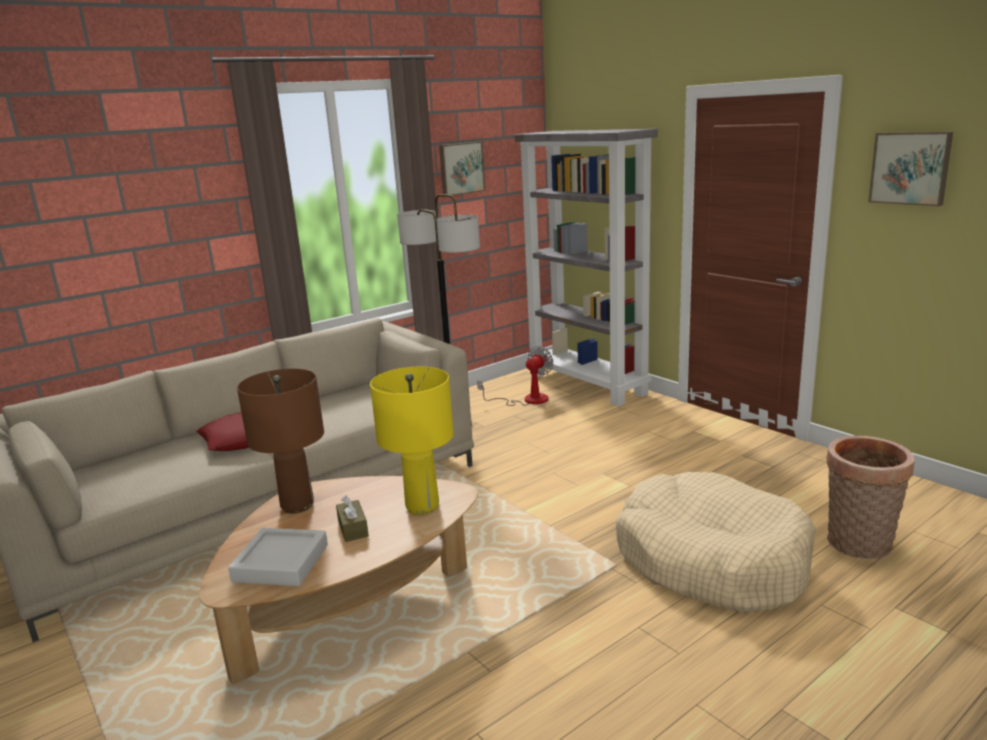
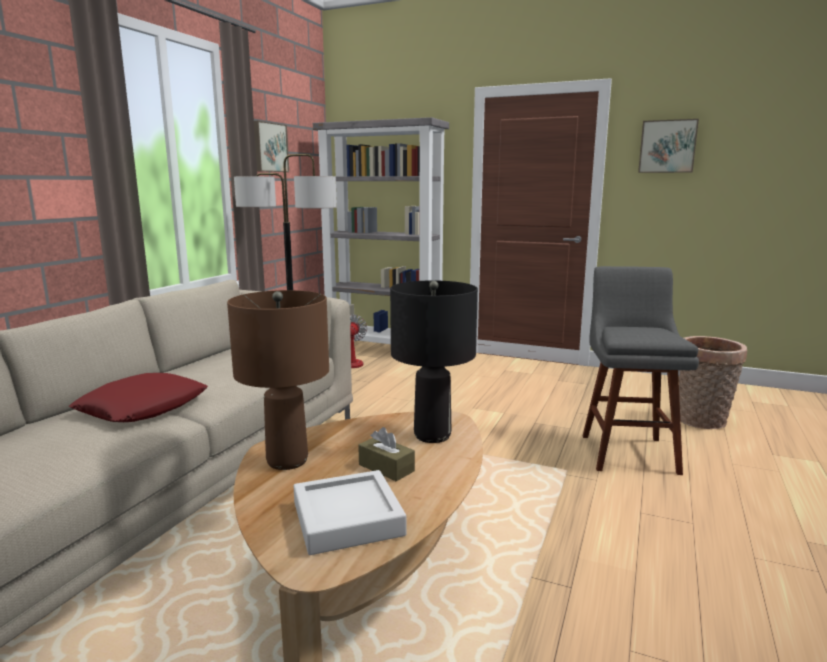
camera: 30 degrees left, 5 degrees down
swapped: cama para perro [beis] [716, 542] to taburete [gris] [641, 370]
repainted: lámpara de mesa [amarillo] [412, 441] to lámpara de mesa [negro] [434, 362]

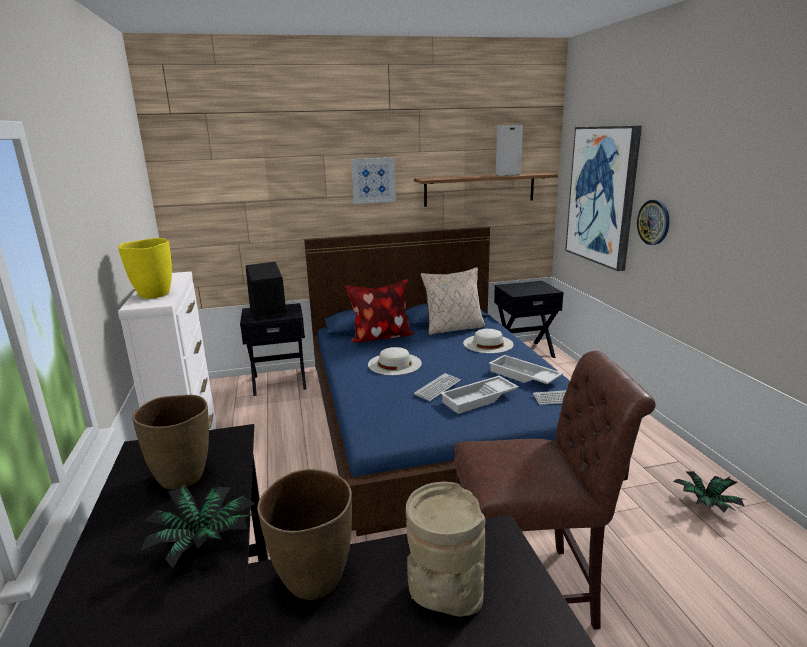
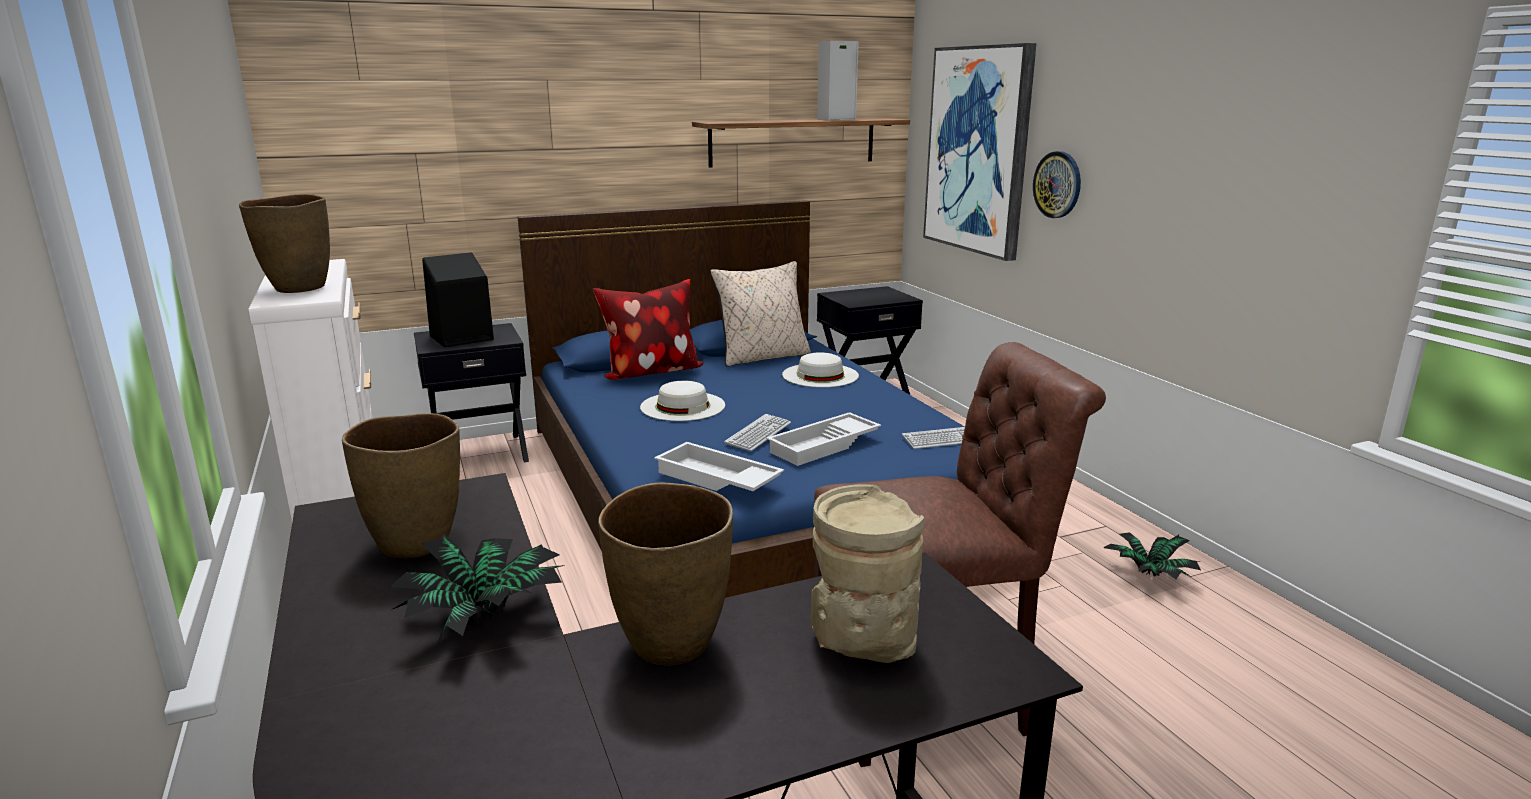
camera: 10 degrees left, 0 degrees up
gone: cuadro [373, 180]
shifted: bandeja [blanco] [526, 369] to [719, 466]
repainted: florero [amarillo] [145, 268] to florero [marrón] [284, 243]

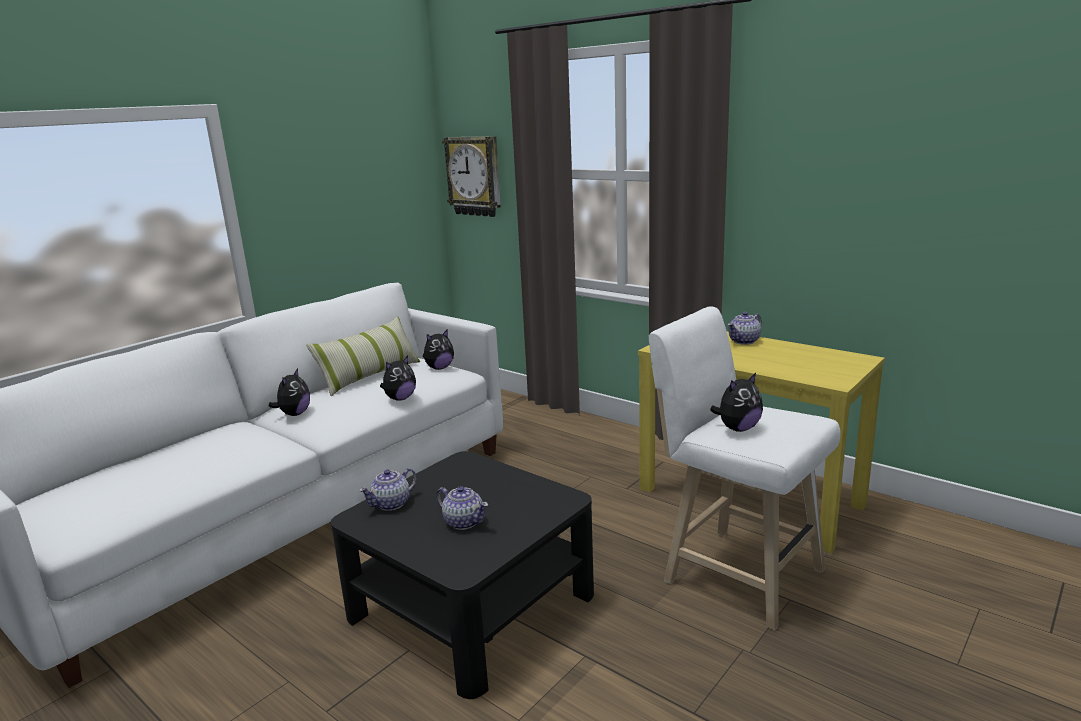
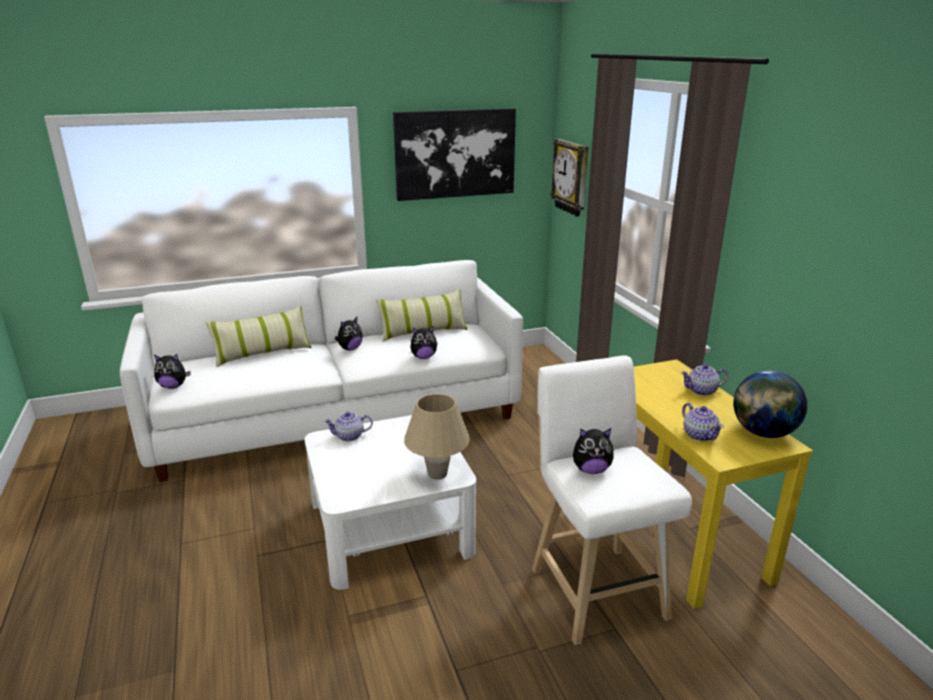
camera: 30 degrees right, 5 degrees up
new: cojín [258, 336]; cuadro [454, 154]; lámpara de mesa [beis] [437, 437]; globo terráqueo [770, 404]
shifted: peluche [438, 349] to [172, 371]; tetera [462, 508] to [703, 422]
repainted: mesa de centro [negro] [462, 575] to mesa de centro [blanco] [390, 502]

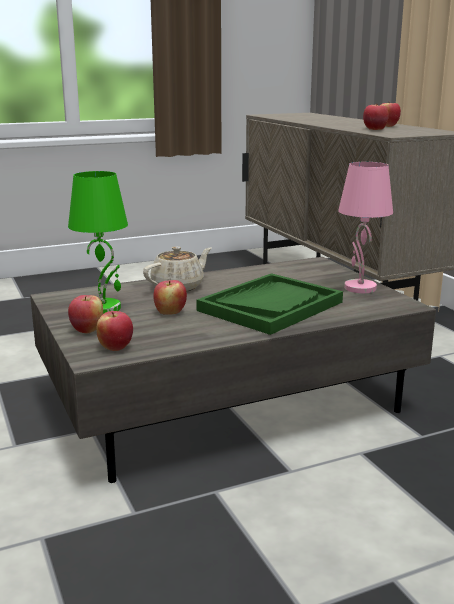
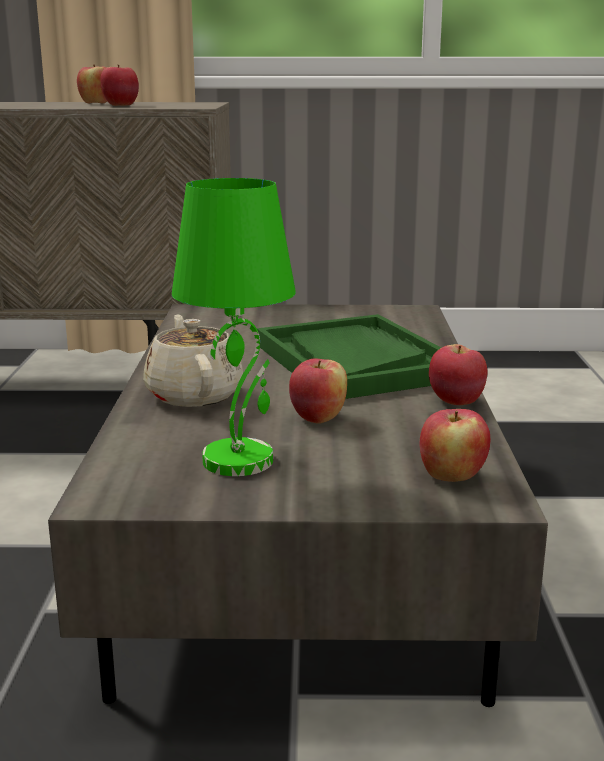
camera: 65 degrees left, 0 degrees up
gone: lámpara de mesa [rosa] [365, 227]
shifted: manzana [85, 314] to [458, 374]

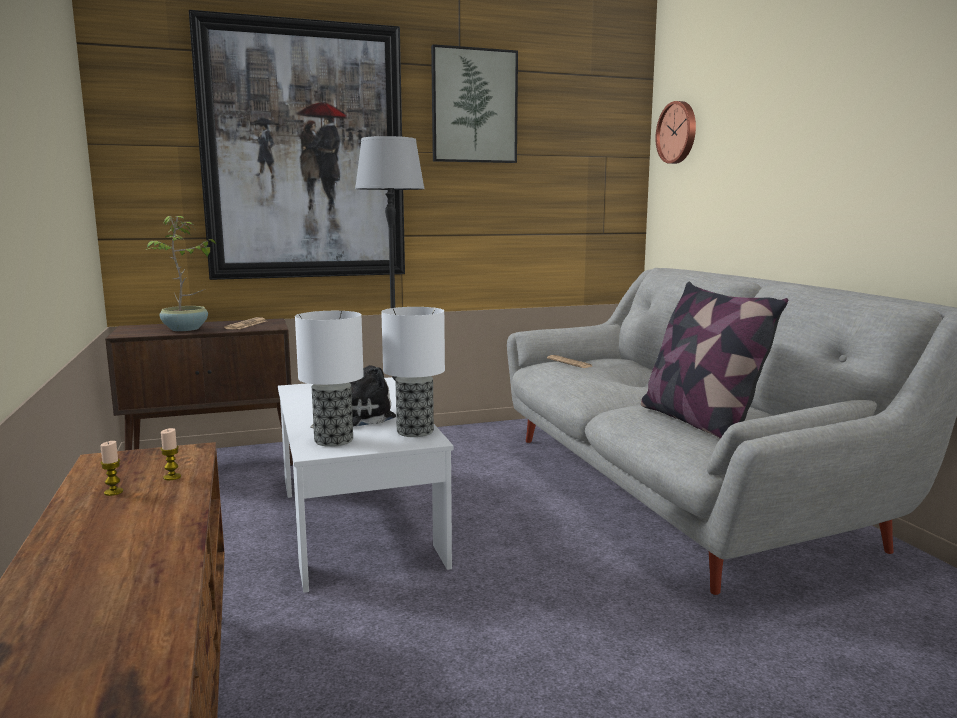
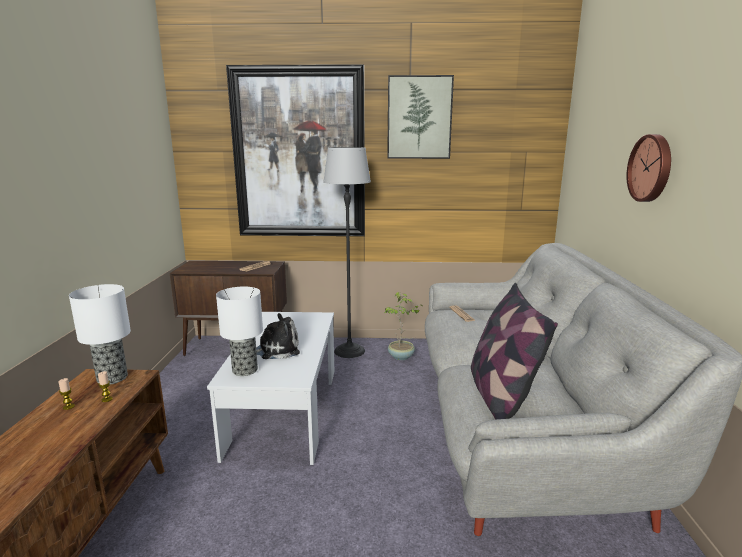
camera: 20 degrees right, 5 degrees up
shifted: lámpara de mesa [413, 372] to [100, 334]; planta en maceta [181, 273] to [403, 326]; reloj de pared [676, 132] to [648, 168]

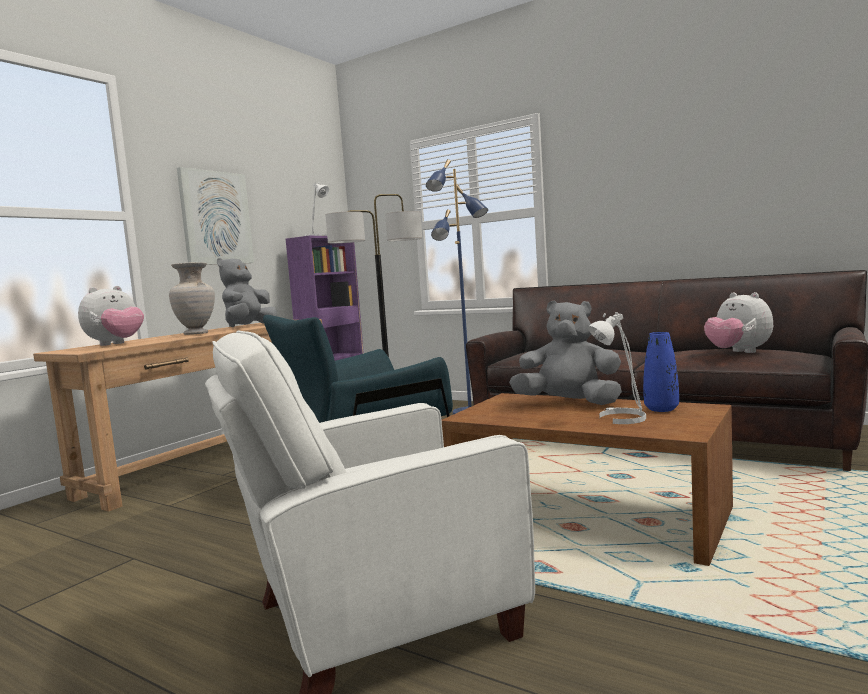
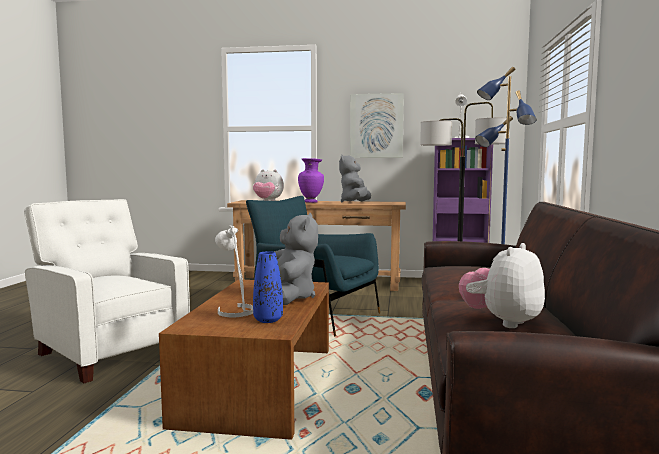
camera: 65 degrees right, 0 degrees up
repainted: florero [beis] [192, 298] to florero [morado] [311, 180]
rotated: peluche [gris] [247, 292] = [355, 178] 75 degrees counterclockwise

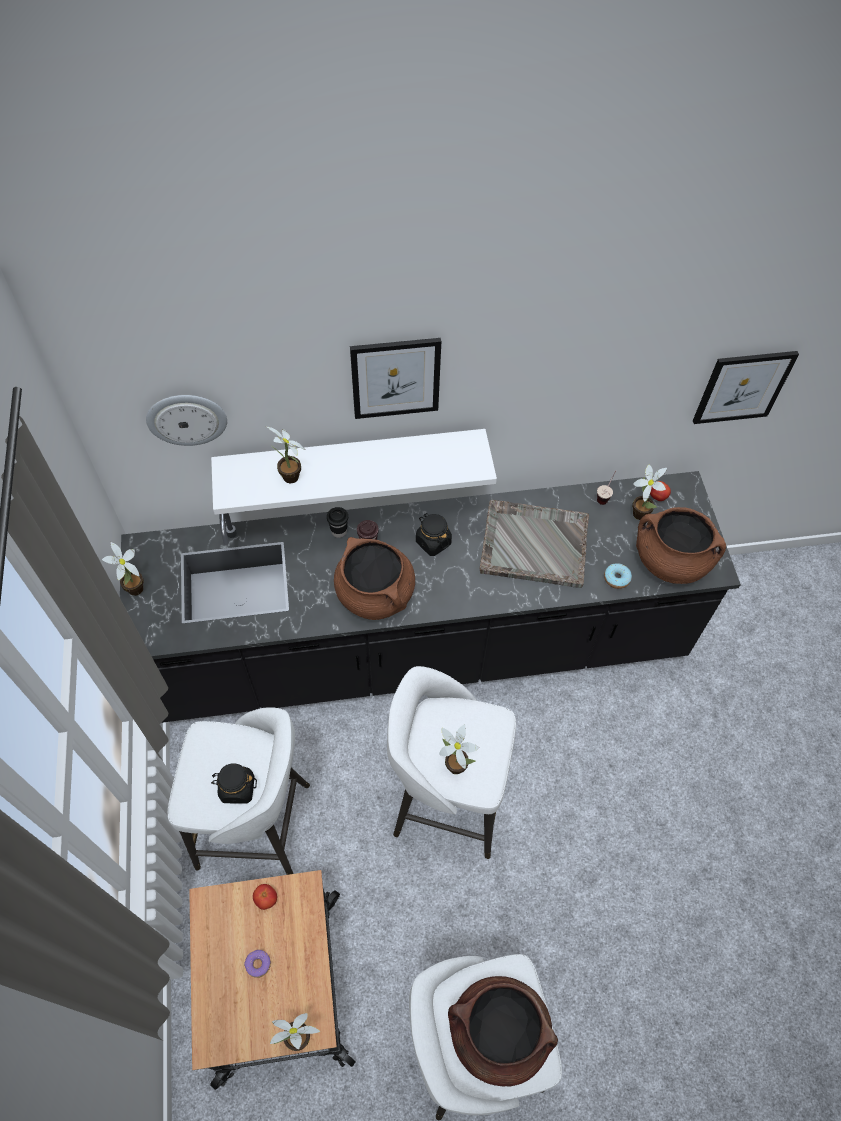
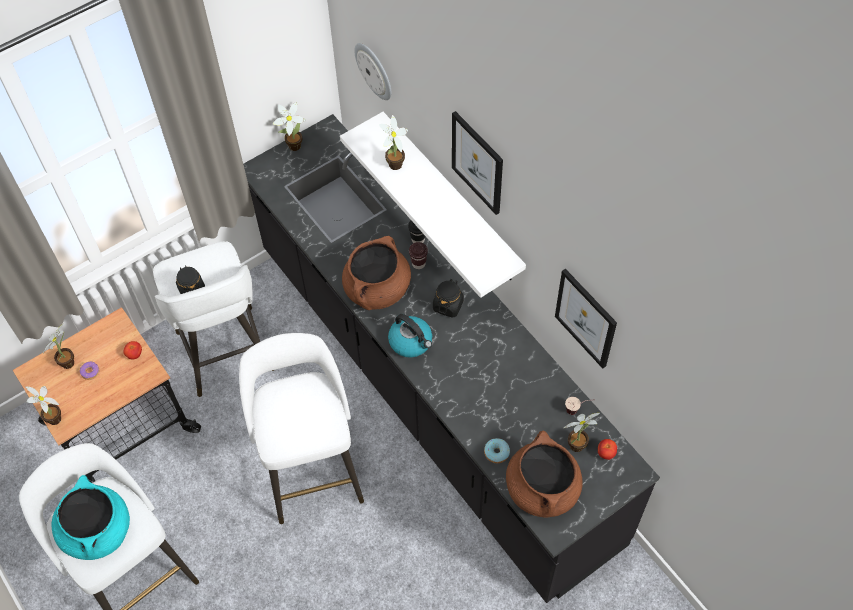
camera: 65 degrees right, 0 degrees up
gone: bandeja [gris] [534, 544]
new: hervidor [410, 336]
shifted: planta en maceta [459, 749] to [58, 346]; cuadro [746, 387] to [586, 319]
repainted: olla [marrón] [503, 1031] to olla [turquesa] [90, 517]

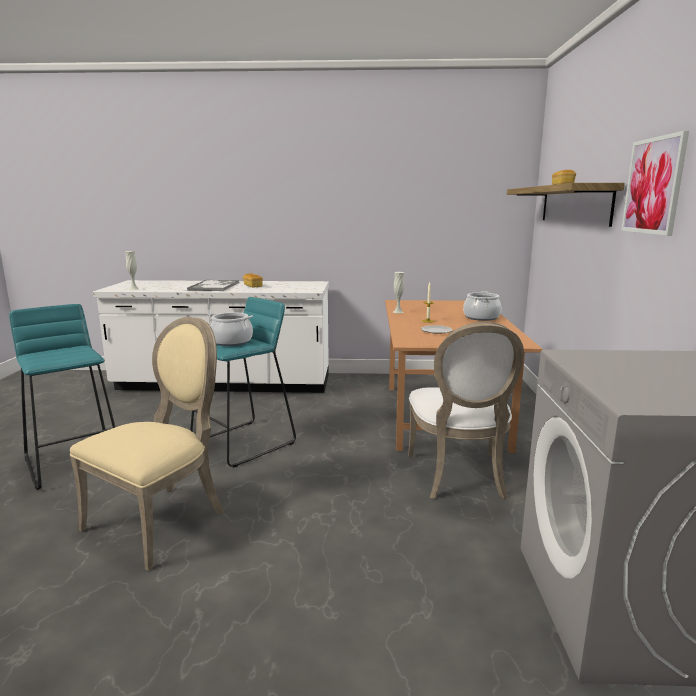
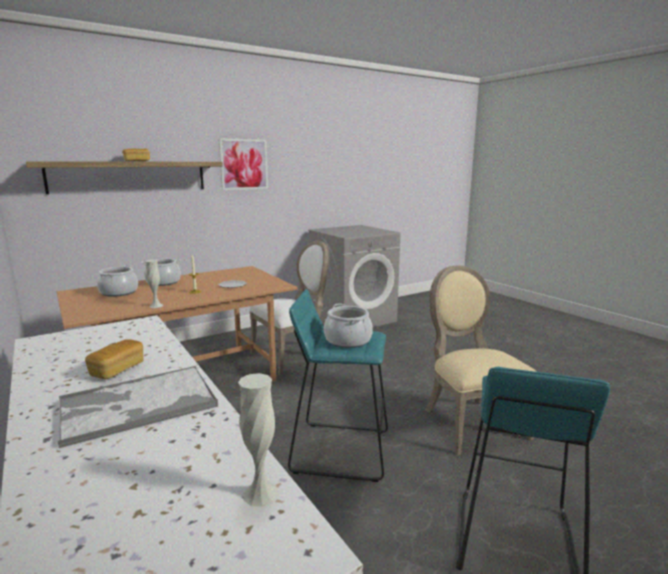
camera: 125 degrees left, 0 degrees up
new: olla [117, 281]
rotated: silla [beis] [147, 444] = [481, 360] 75 degrees clockwise

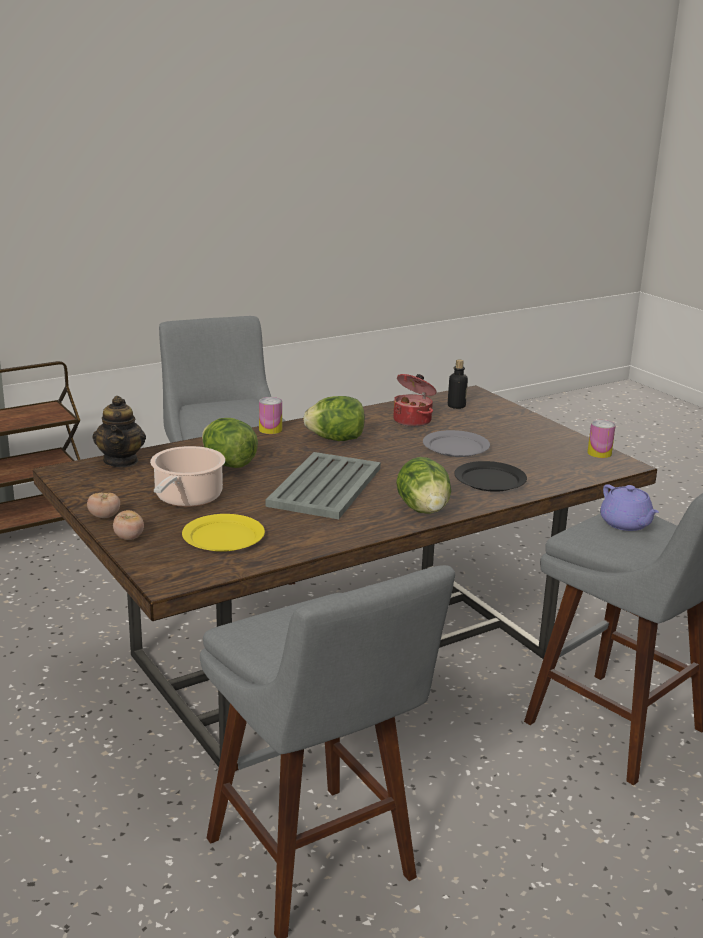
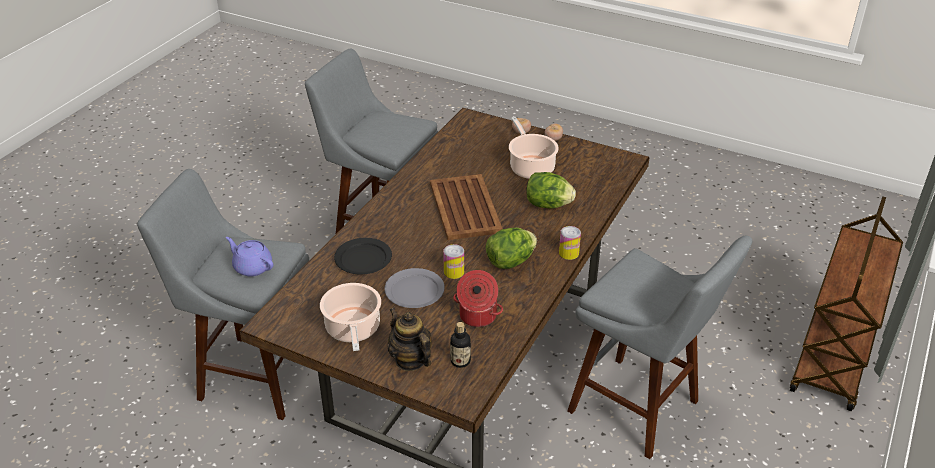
camera: 150 degrees right, 15 degrees up
gone: plato [amarillo] [223, 533]; lechuga [423, 485]
new: olla [350, 317]
shifted: tetera [119, 431] to [410, 339]; lata [602, 439] to [453, 261]
repainted: bandeja [gris] [323, 485] to bandeja [marrón] [466, 207]

